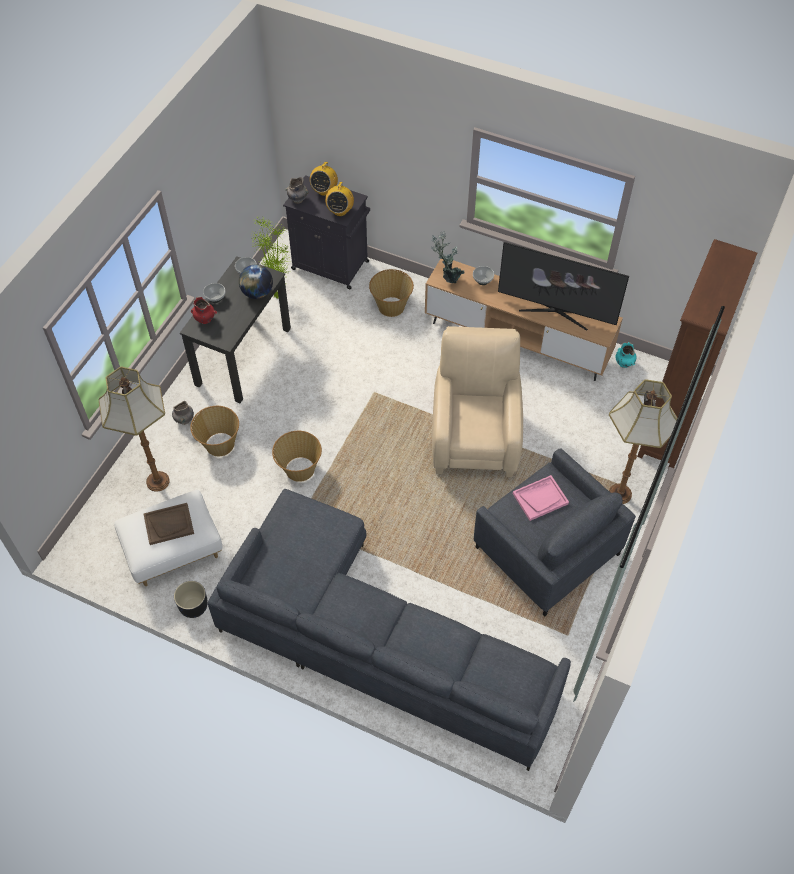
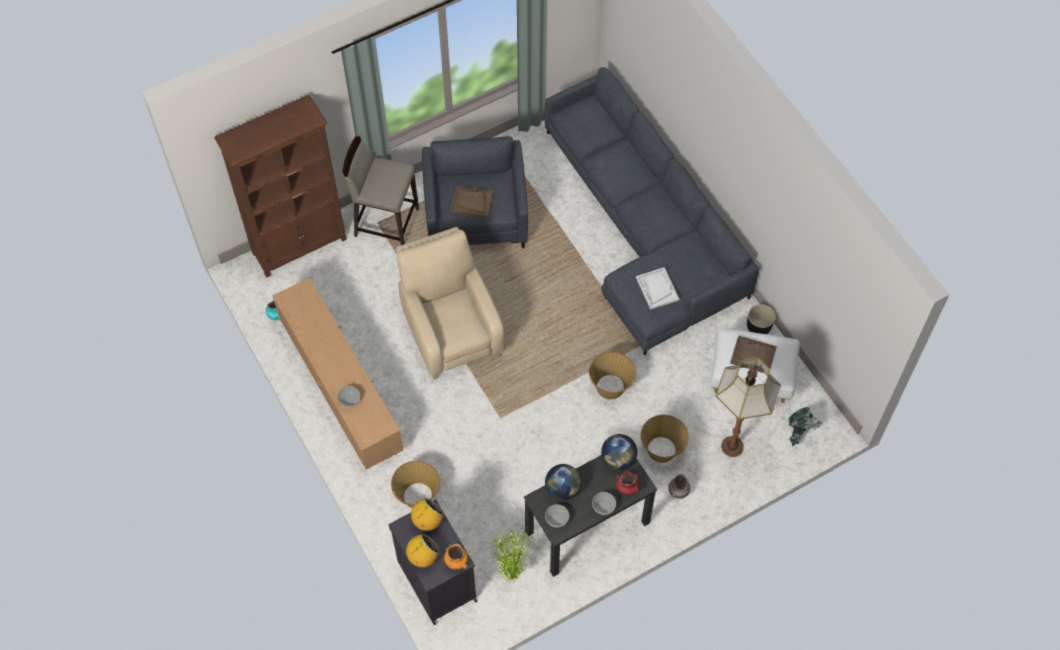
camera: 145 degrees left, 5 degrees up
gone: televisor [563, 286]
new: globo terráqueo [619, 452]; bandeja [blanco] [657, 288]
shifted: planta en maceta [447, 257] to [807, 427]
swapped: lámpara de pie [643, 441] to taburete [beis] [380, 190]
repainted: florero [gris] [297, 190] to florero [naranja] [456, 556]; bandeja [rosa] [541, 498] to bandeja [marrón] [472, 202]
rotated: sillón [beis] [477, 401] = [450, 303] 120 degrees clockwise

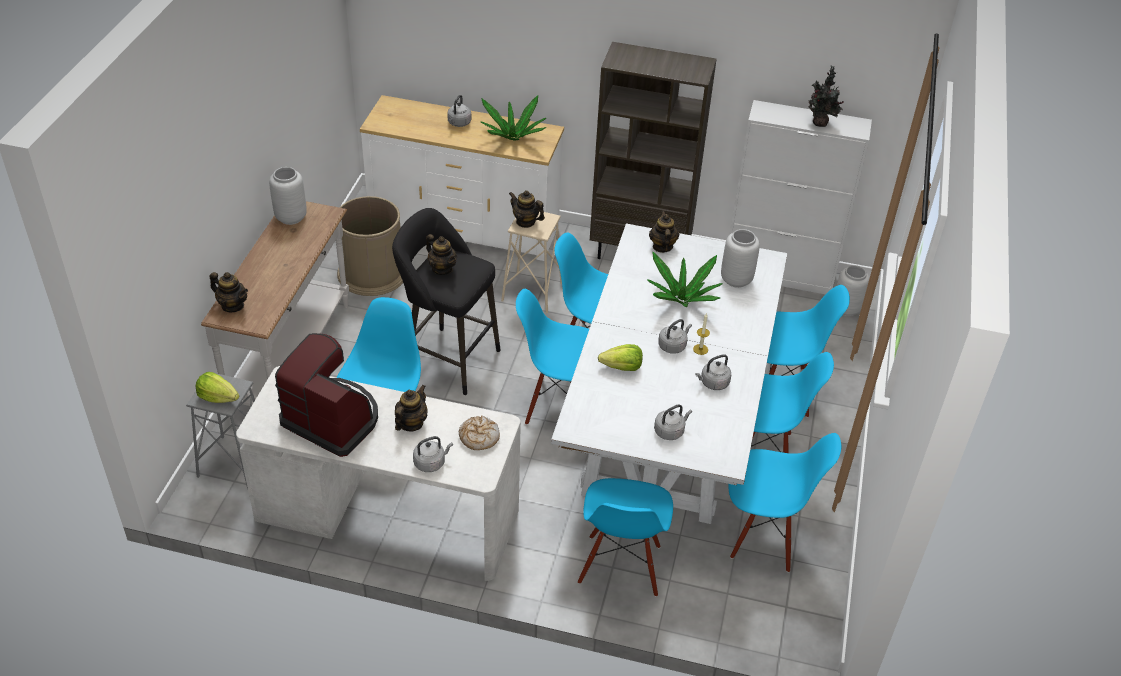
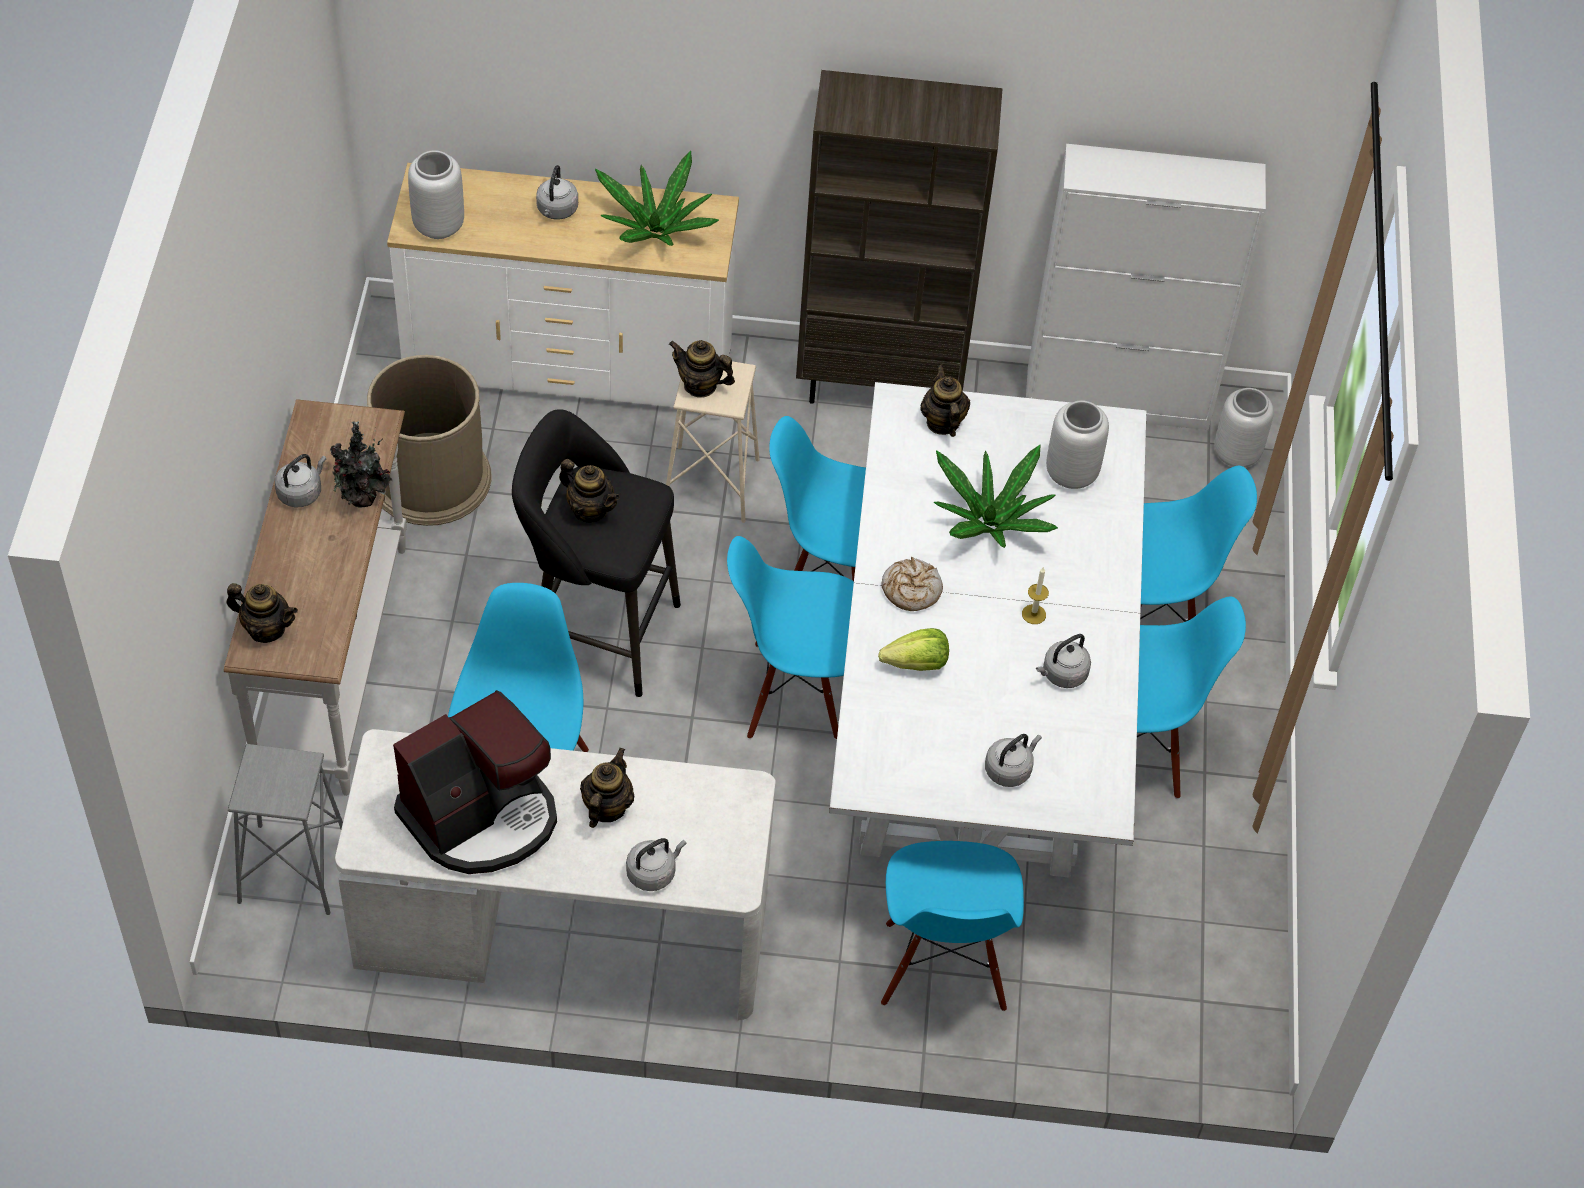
camera: 10 degrees left, 10 degrees up
gone: lechuga [217, 387]; silla [azul] [784, 503]
shifted: hervidor [gris] [675, 336] to [300, 480]; planta en maceta [826, 96] to [361, 464]; florero [gris] [288, 196] to [436, 194]; pan [479, 432] to [912, 584]
rotated: cafetera [326, 395] = [475, 782] 120 degrees clockwise

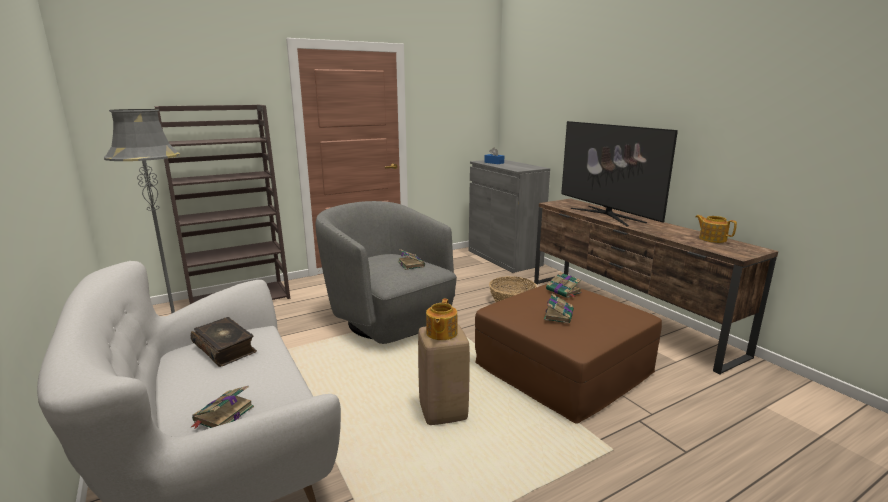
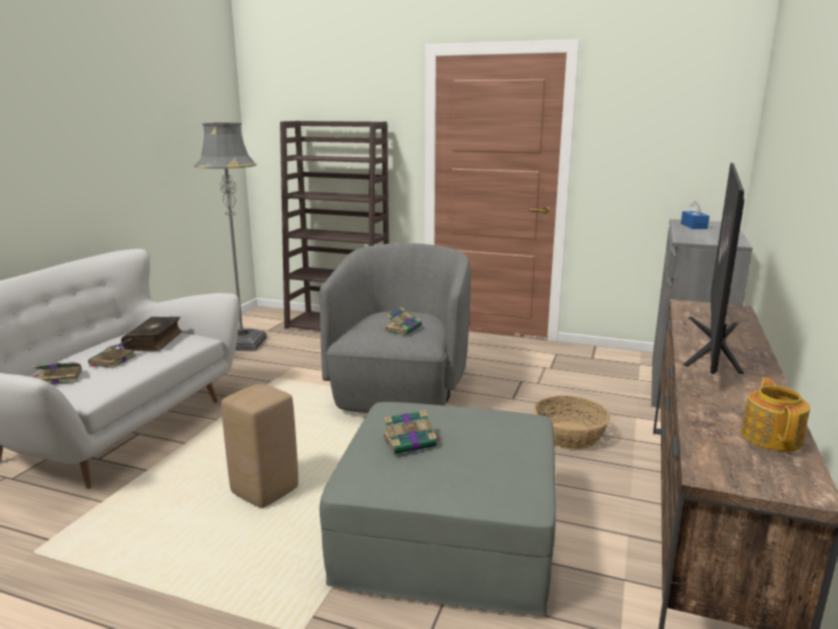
camera: 50 degrees right, 0 degrees up
gone: tetera [442, 319]
shifted: libro [563, 285] to [112, 353]
repainted: puf [marrón] [568, 354] to puf [gris] [438, 509]

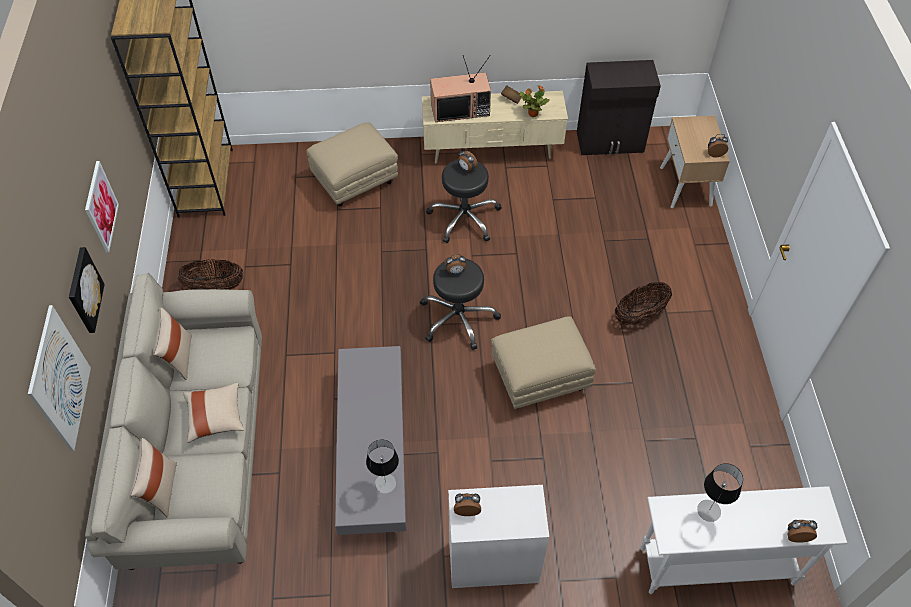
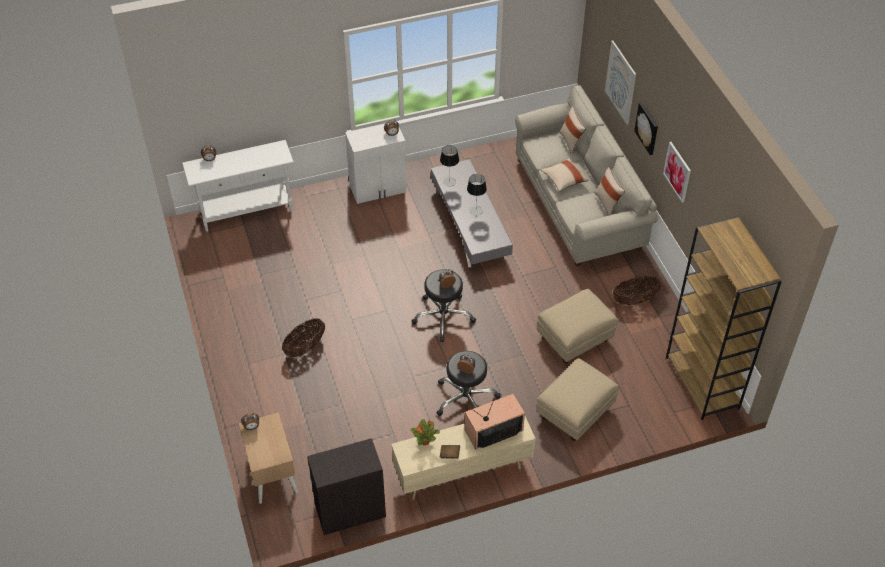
camera: 165 degrees right, 5 degrees down
shifted: lámpara de mesa [720, 492] to [477, 195]; puf [beis] [543, 362] to [577, 326]

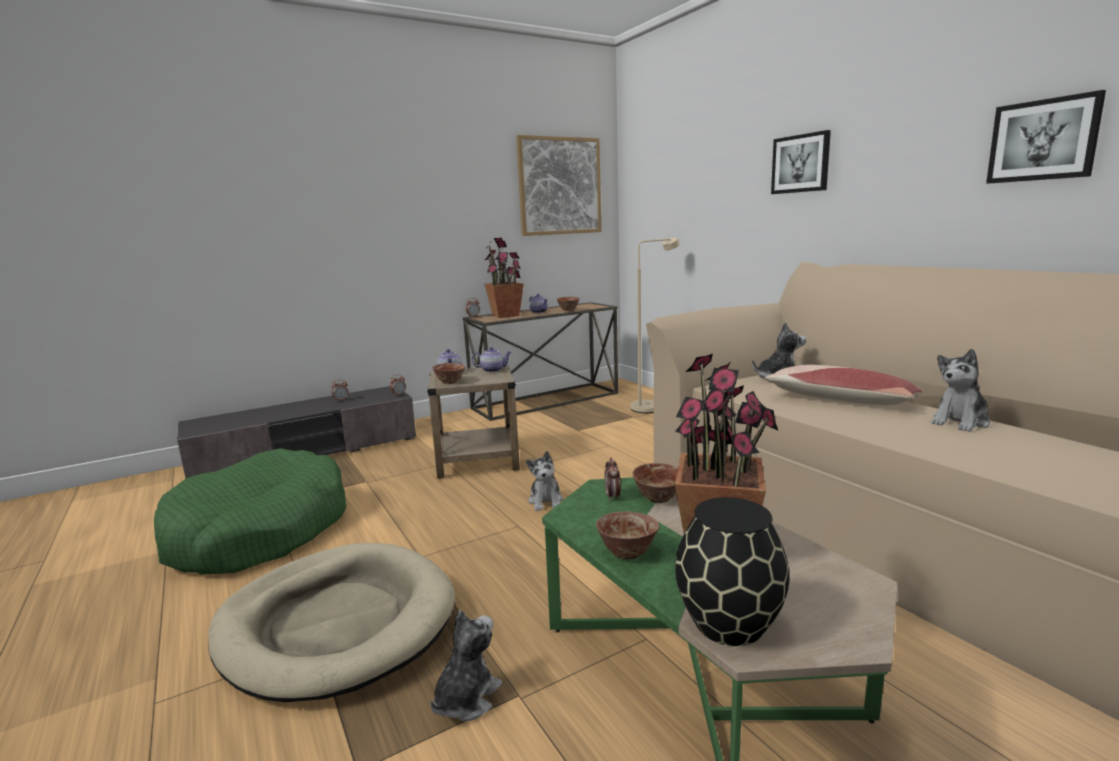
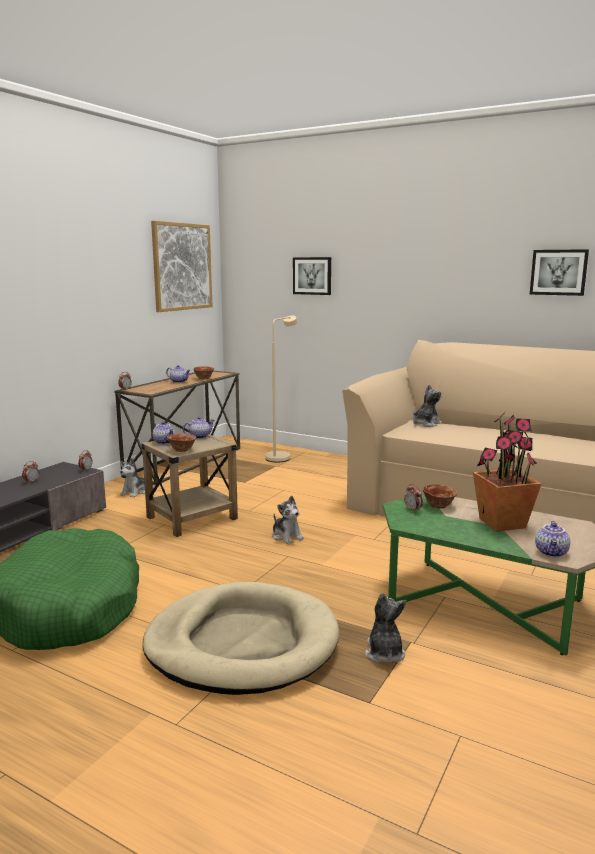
camera: 30 degrees left, 0 degrees up
gone: planta en maceta [504, 278]; cuenco [627, 535]; cojín [844, 385]
shifted: peluche [960, 390] to [132, 478]; cuadro [801, 162] to [312, 276]
swapped: florero [negro] [732, 571] to tetera [552, 539]

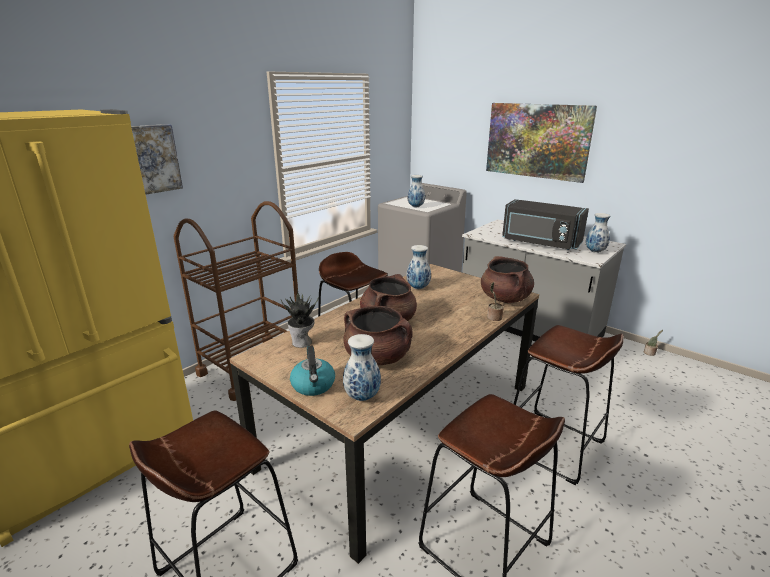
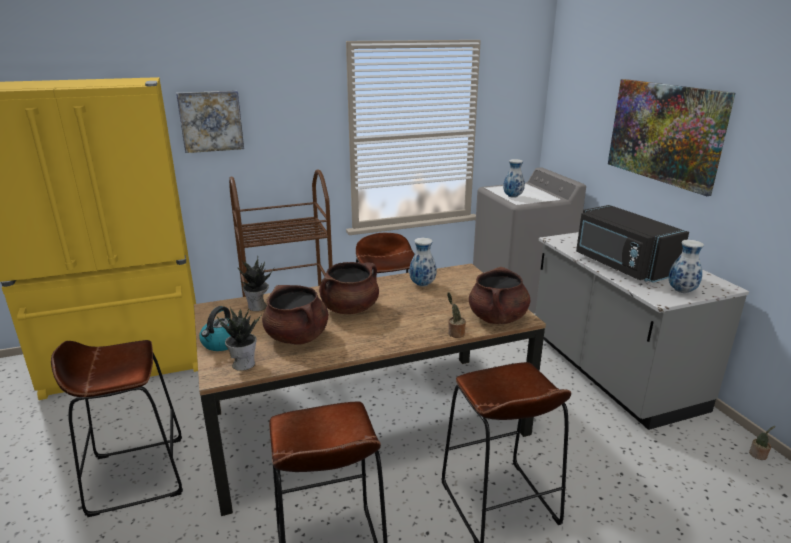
camera: 30 degrees right, 0 degrees up
swapped: florero [362, 367] to planta en maceta [239, 339]

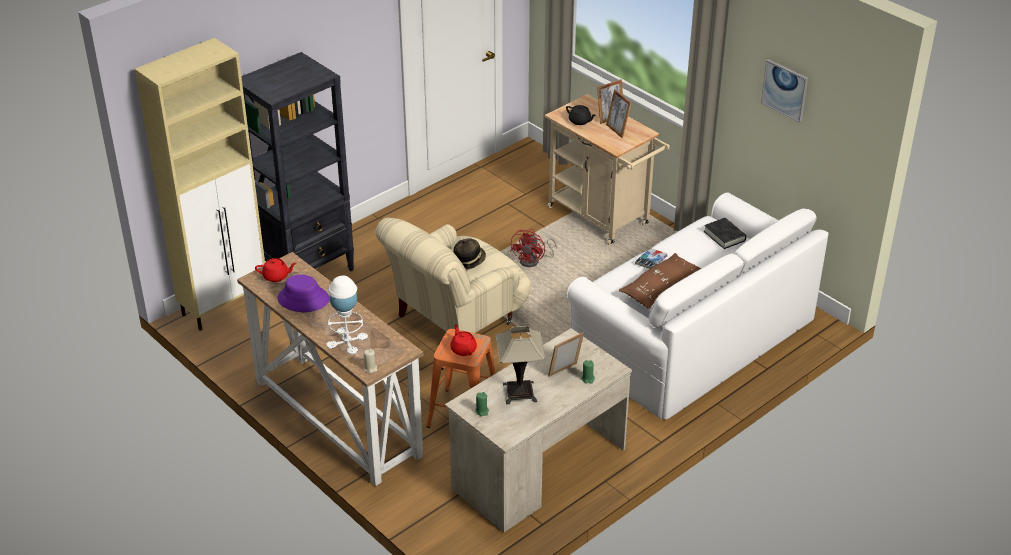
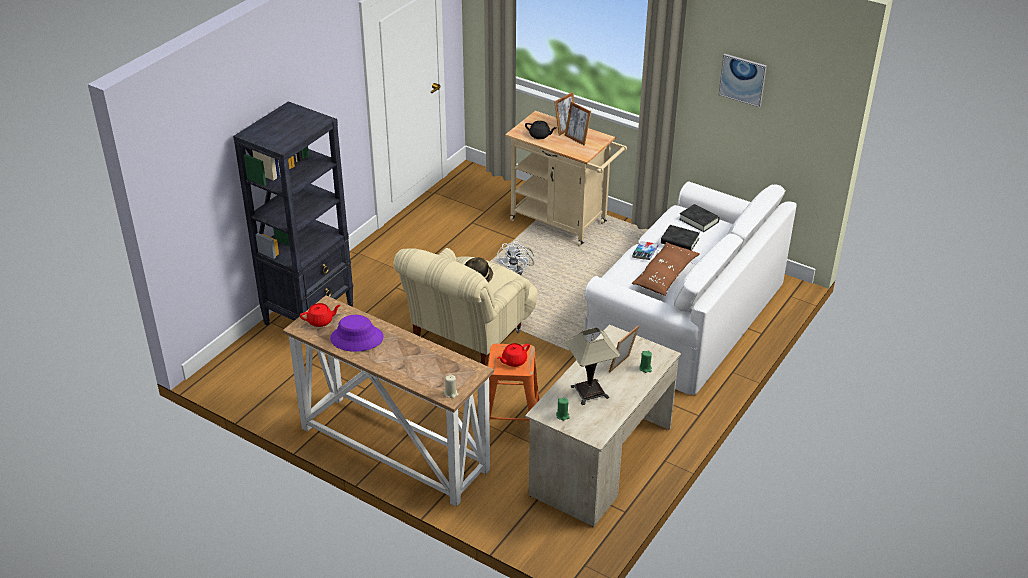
camera: 15 degrees left, 0 degrees up
gone: armario [beis] [200, 184]; lámpara de mesa [blanco] [347, 315]
new: libro [negro] [680, 238]
repainted: ventilador [rojo] [534, 248] to ventilador [blanco] [515, 258]
rotated: tetera [rojo] [463, 340] = [513, 355] 90 degrees counterclockwise

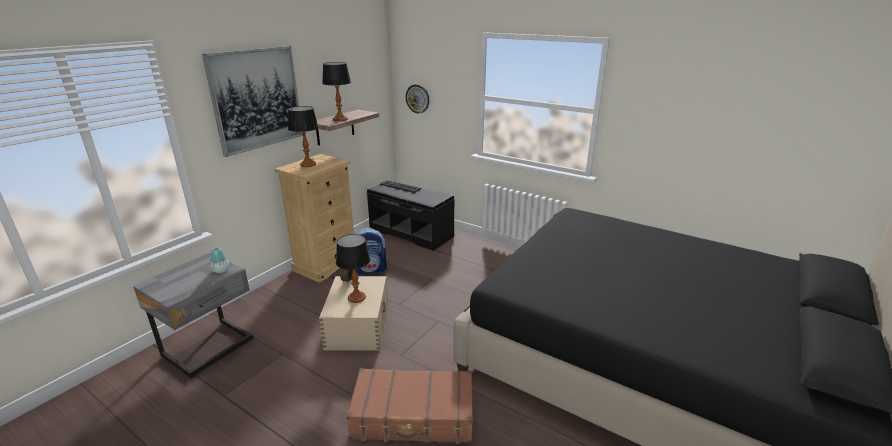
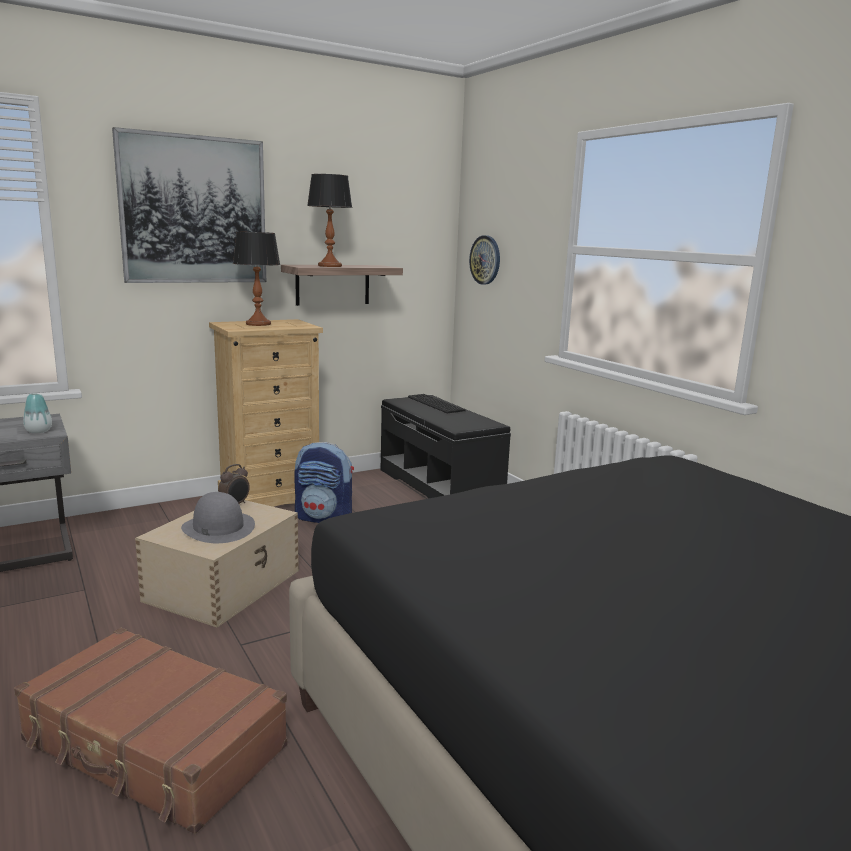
camera: 25 degrees right, 10 degrees down
swapped: lámpara de mesa [353, 268] to sombrero [gris] [218, 517]

